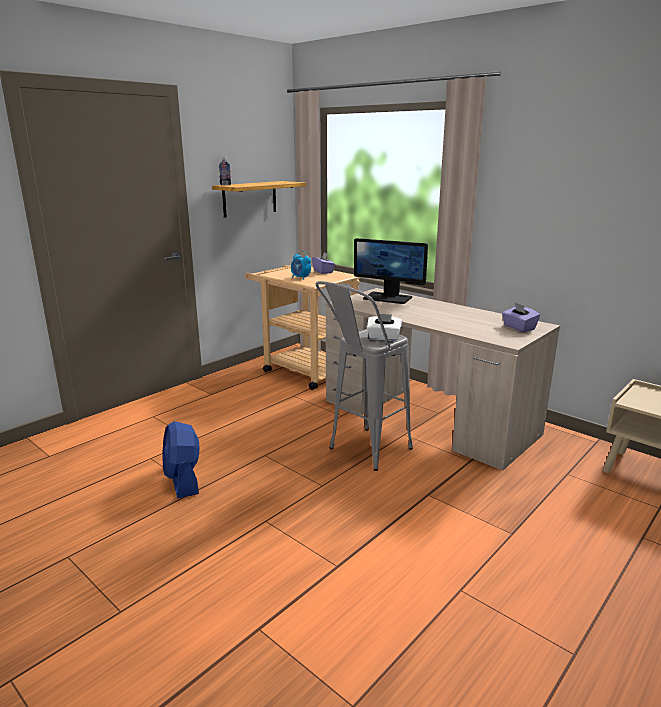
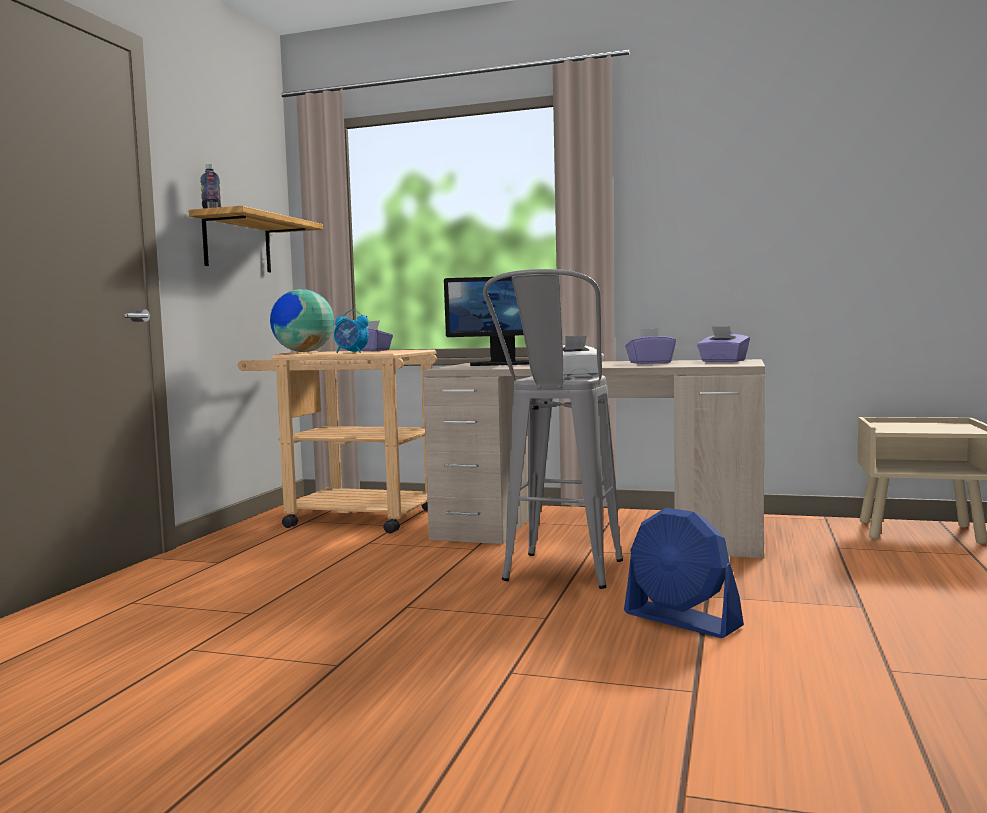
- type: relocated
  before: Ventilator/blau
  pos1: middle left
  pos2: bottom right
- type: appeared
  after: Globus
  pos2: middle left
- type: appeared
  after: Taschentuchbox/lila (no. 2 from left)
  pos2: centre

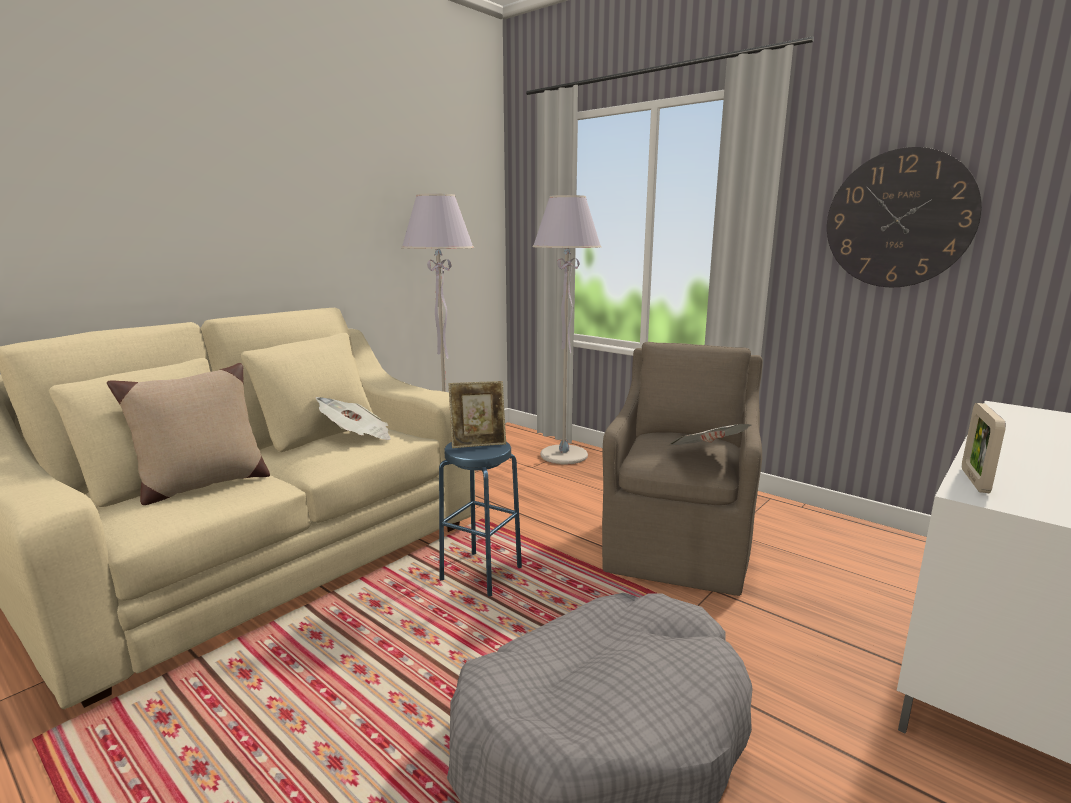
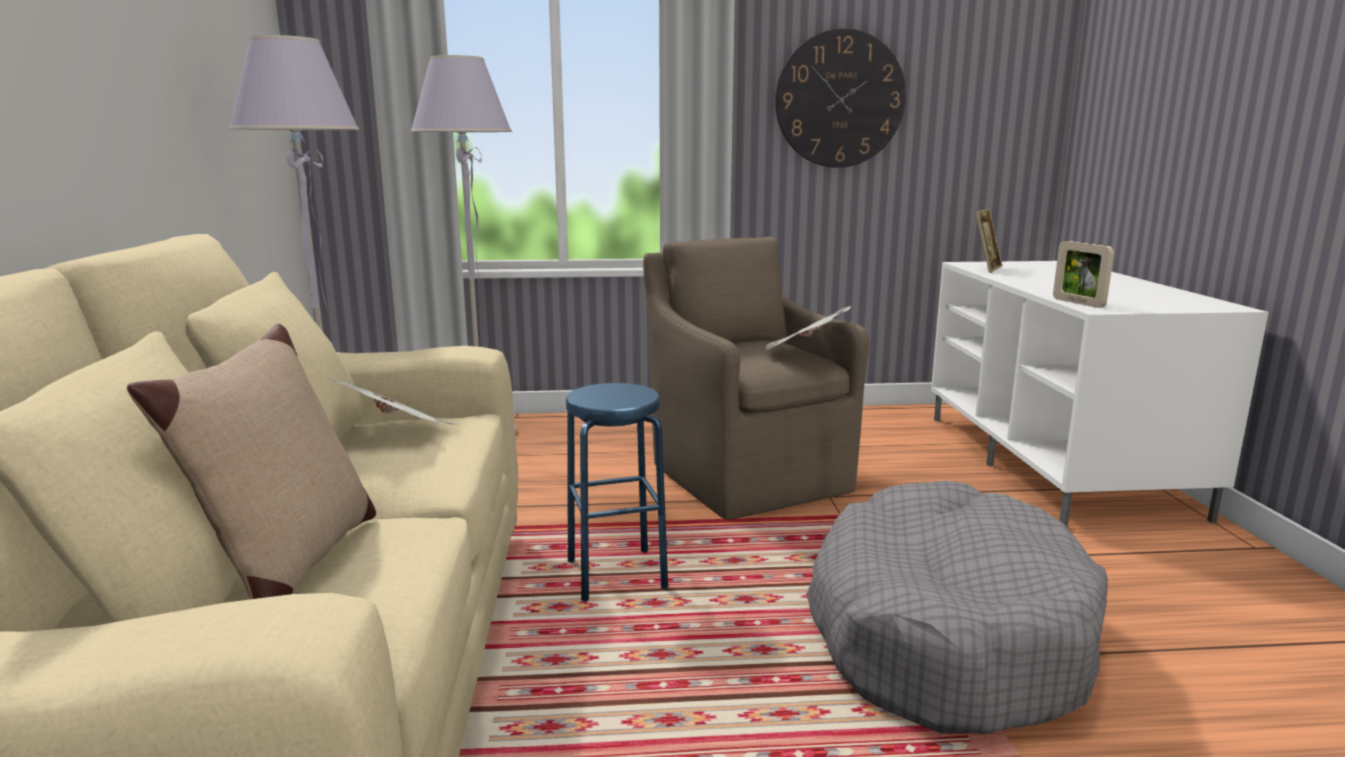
- type: relocated
  before: Bilderrahmen (no. 1 from left)
  pos1: centre
  pos2: top right

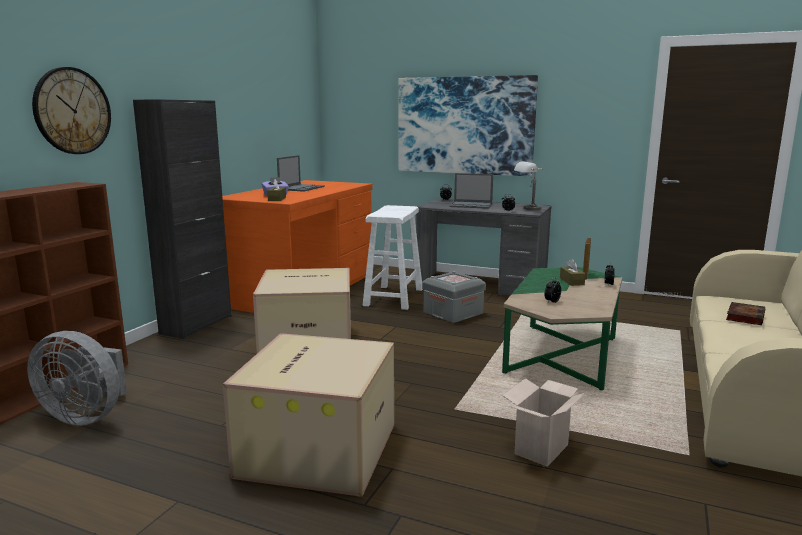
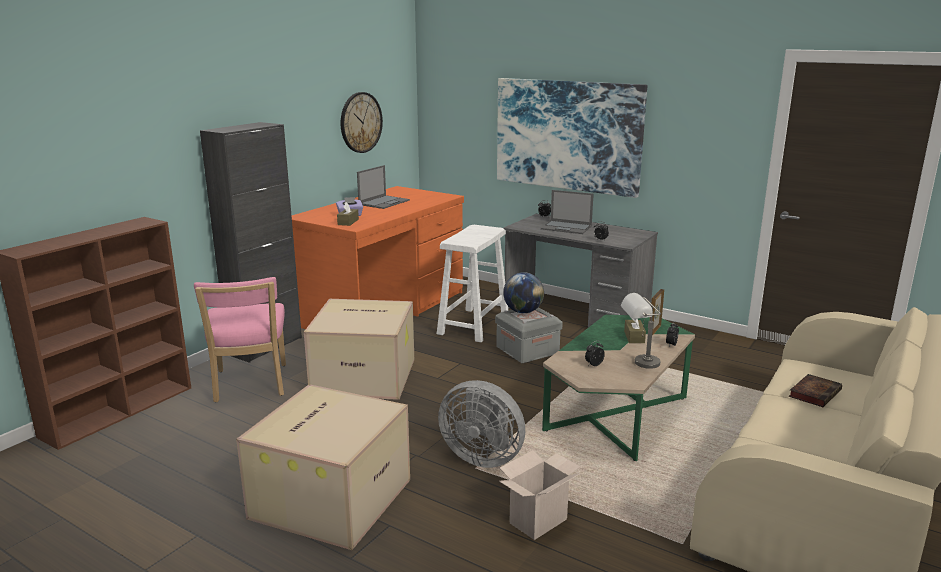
- type: relocated
  before: Ventilator/grau
  pos1: bottom left
  pos2: bottom centre
- type: relocated
  before: Wanduhr
  pos1: top left
  pos2: top centre
- type: relocated
  before: Tischlampe/grau
  pos1: centre
  pos2: middle right
- type: appeared
  after: Stuhl/rosa
  pos2: middle left
- type: appeared
  after: Globus
  pos2: centre

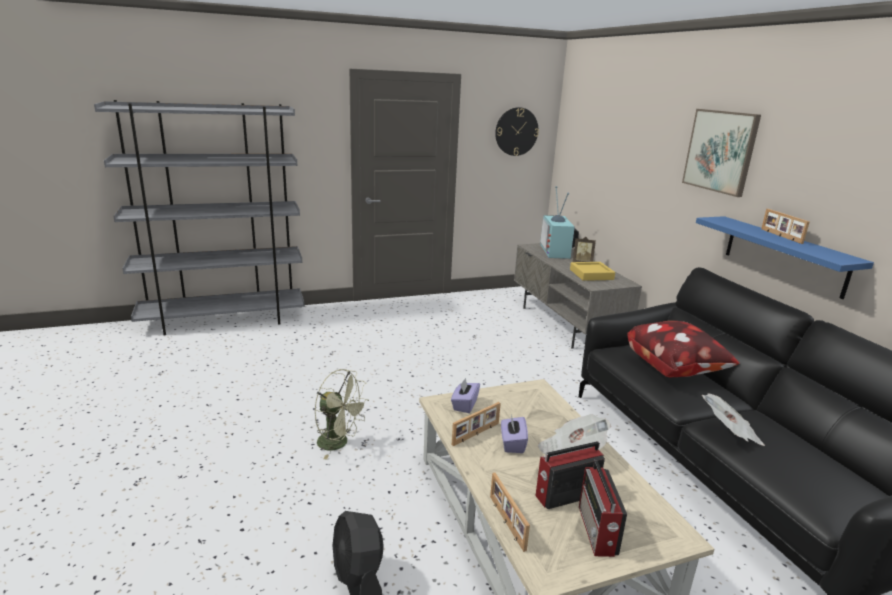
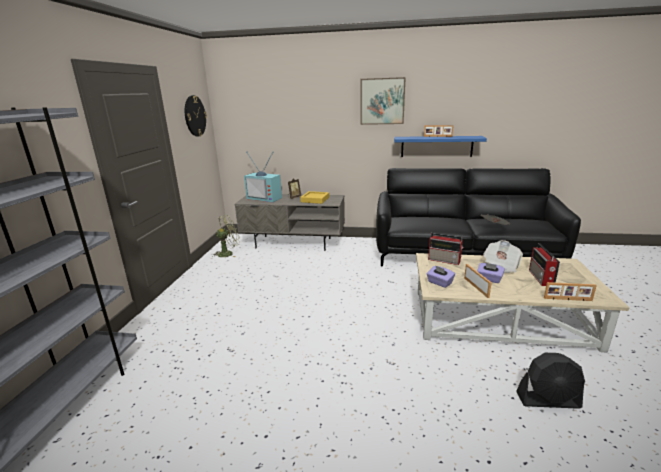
- type: relocated
  before: Ventilator/grün
  pos1: bottom centre
  pos2: centre
- type: relocated
  before: Radio (no. 2 from left in the first image)
  after: Radio (no. 1 from left)
  pos1: bottom right
  pos2: middle right
- type: missing
  before: Kissen
  pos1: middle right

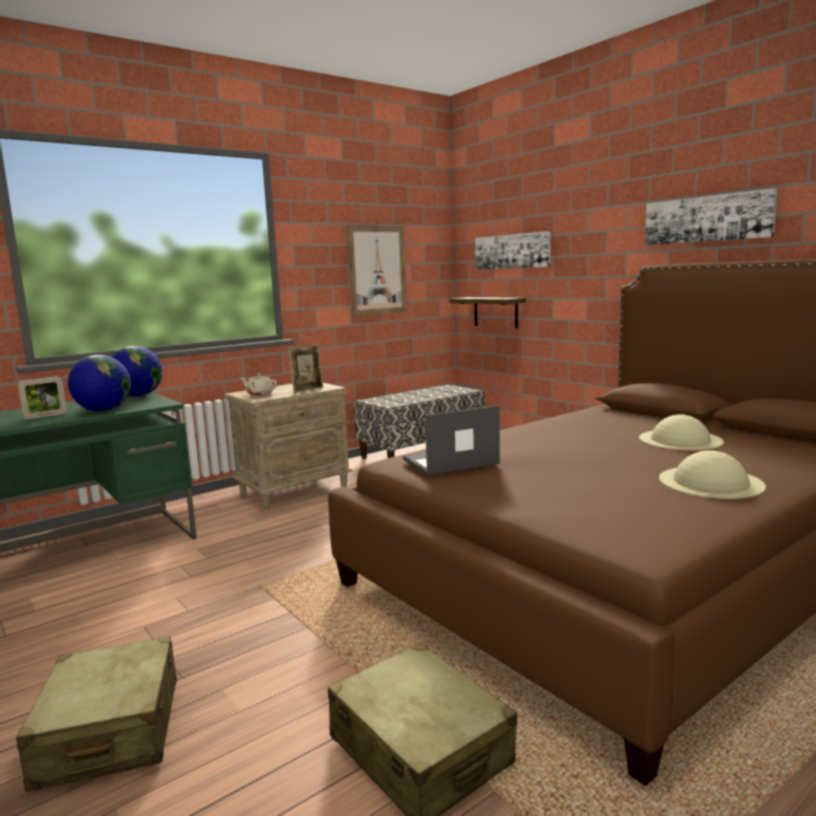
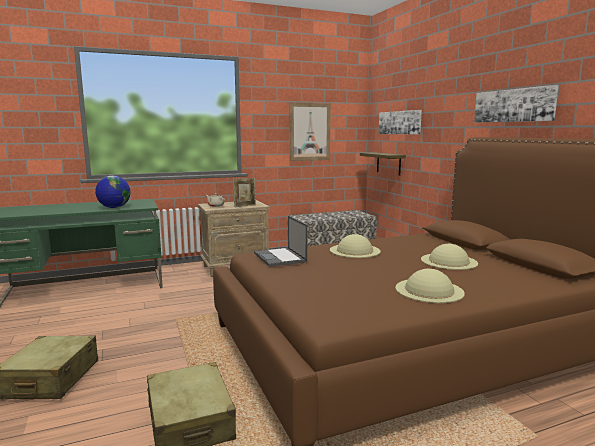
- type: missing
  before: Bilderrahmen (no. 1 from left)
  pos1: middle left
- type: missing
  before: Globus (no. 2 from left)
  pos1: middle left
- type: spun
  before: Laptop
  pos1: centre
  pos2: centre
  turn: -105
- type: appeared
  after: Hut/beige (no. 1 from left)
  pos2: centre

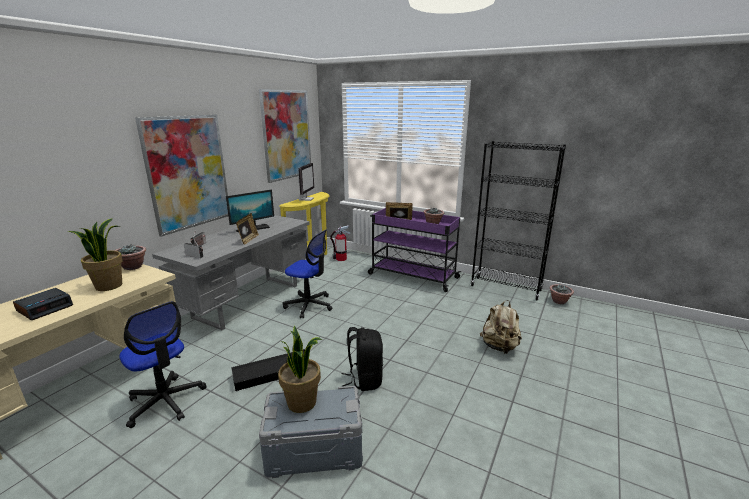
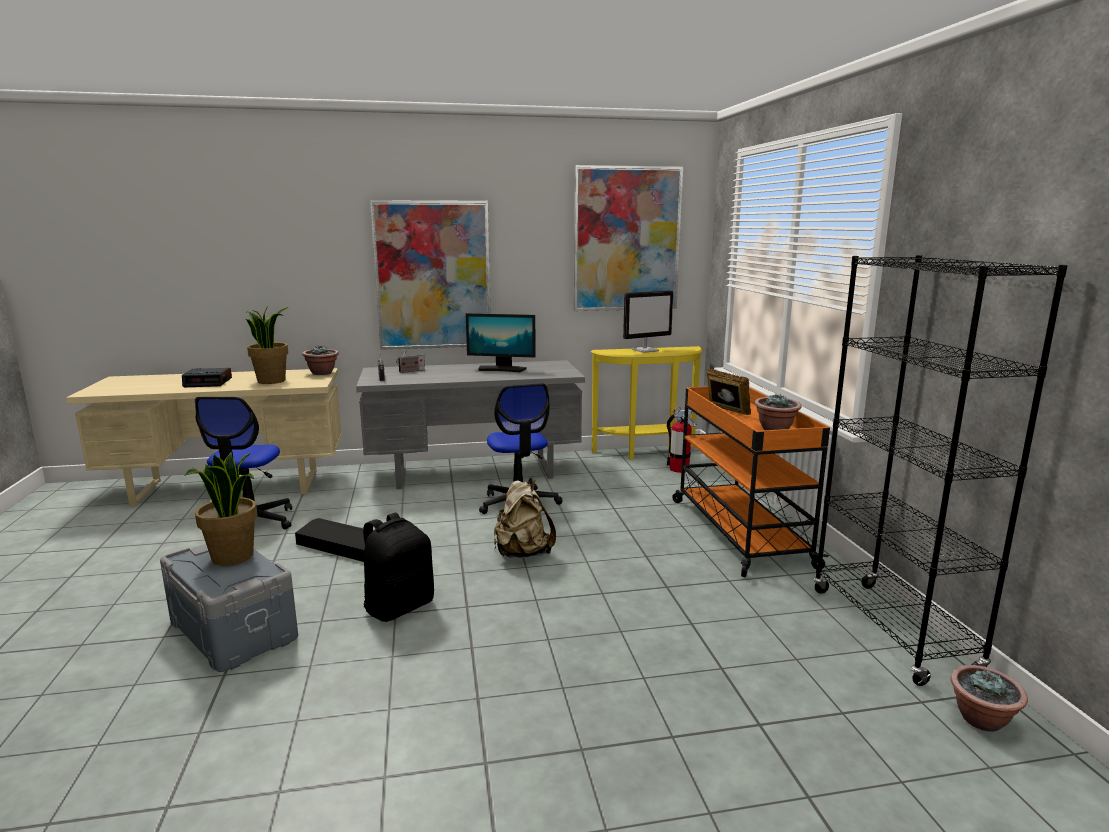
- type: missing
  before: Bilderrahmen (no. 1 from left)
  pos1: middle left
- type: colour
  before: Rollwagen/lila
  after: Rollwagen/orange
  pos1: centre
  pos2: middle right
- type: relocated
  before: Rucksack/beige
  pos1: middle right
  pos2: centre

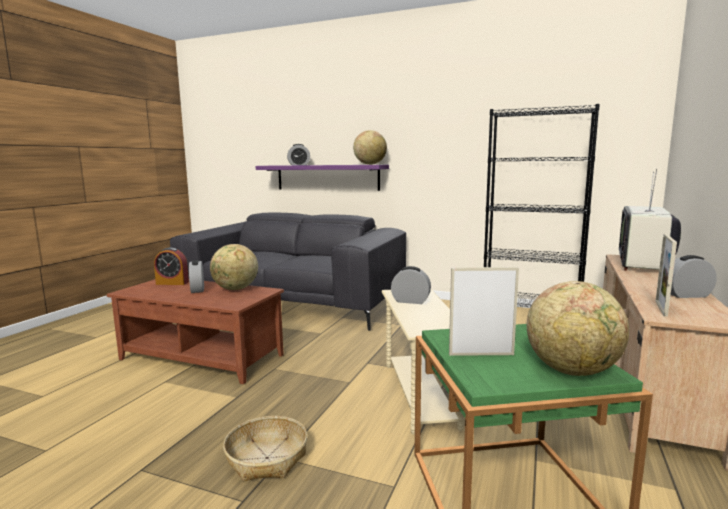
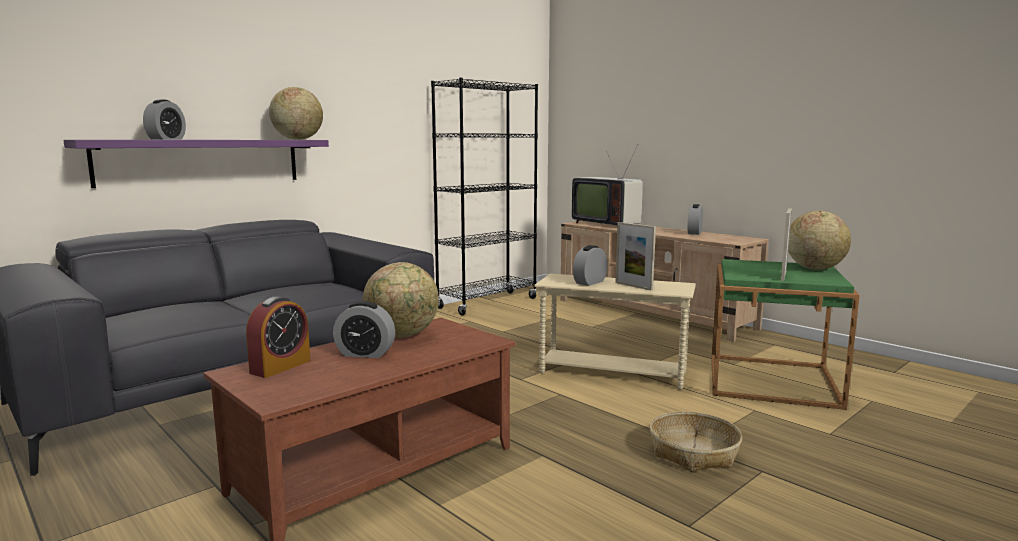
- type: relocated
  before: Bilderrahmen (no. 2 from left in the first image)
  after: Bilderrahmen (no. 1 from left)
  pos1: middle right
  pos2: centre

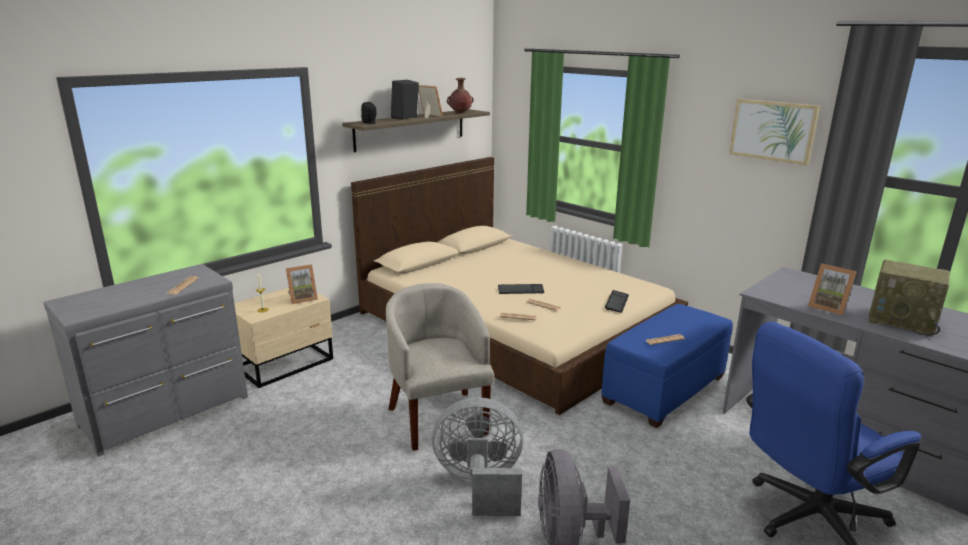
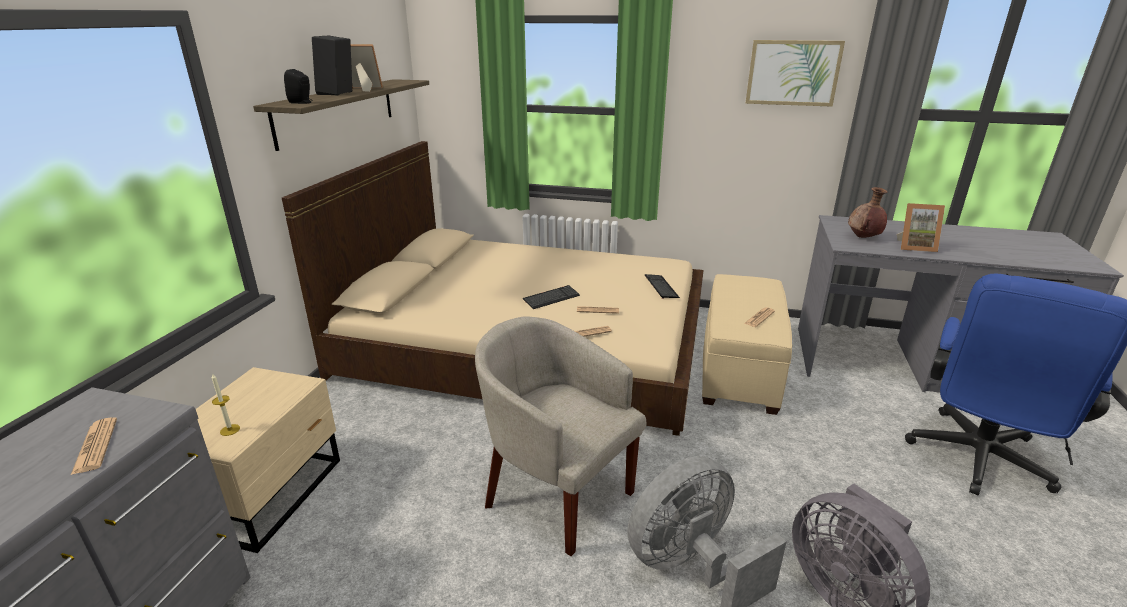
- type: missing
  before: Bilderrahmen (no. 1 from left)
  pos1: middle left
- type: relocated
  before: Vase/braun
  pos1: top centre
  pos2: middle right
- type: colour
  before: Polsterhocker/blau
  after: Polsterhocker/beige
  pos1: bottom right
  pos2: centre
- type: missing
  before: Radio
  pos1: middle right

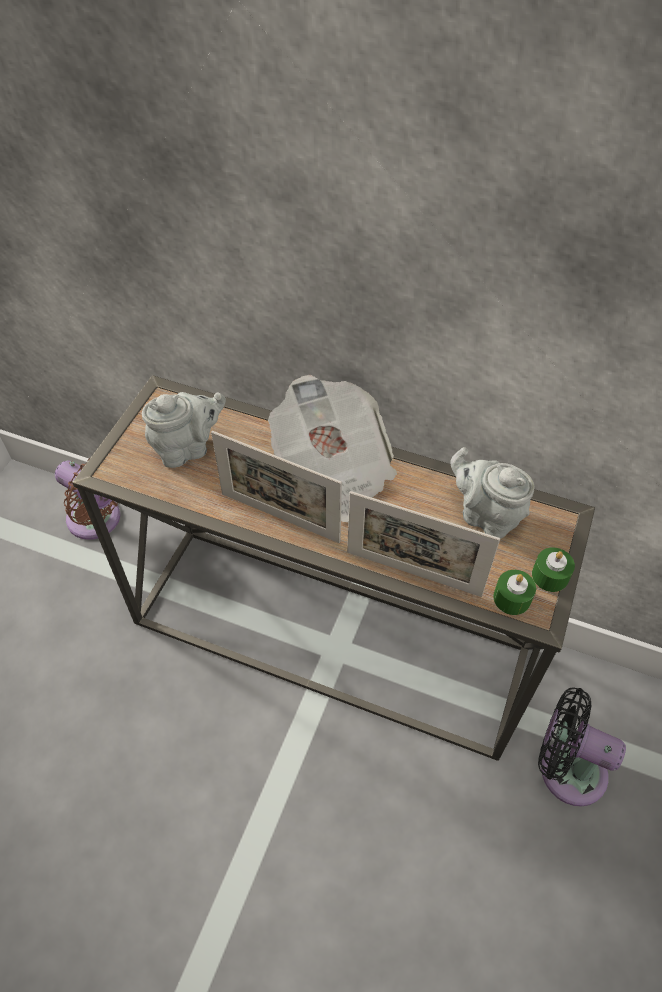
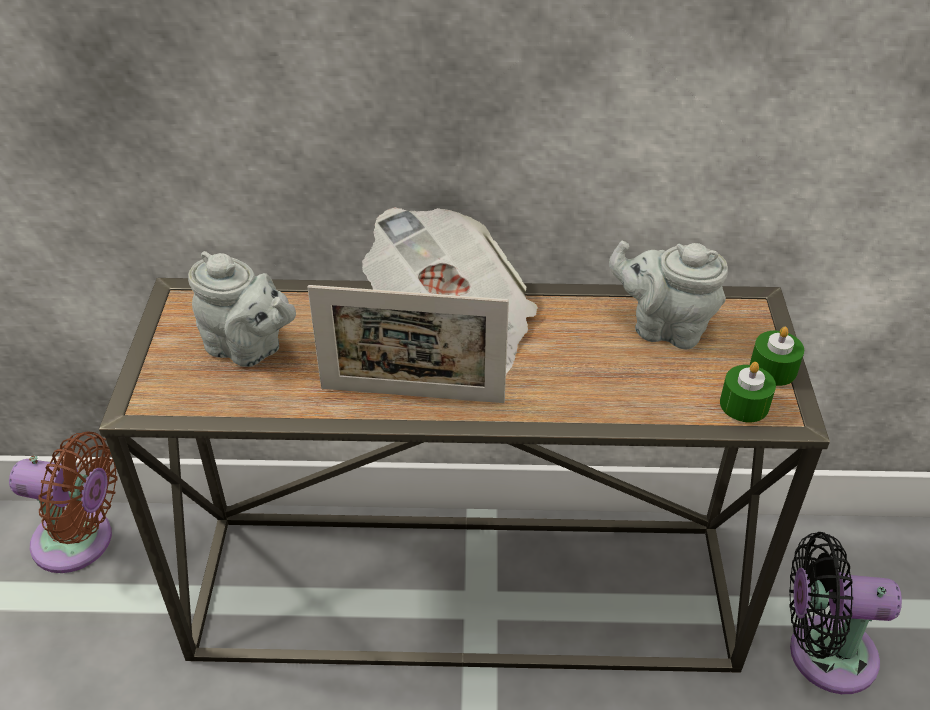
- type: spun
  before: Teekanne/grau (no. 1 from left)
  pos1: middle left
  pos2: middle left
  turn: 75
- type: missing
  before: Bilderrahmen (no. 2 from left)
  pos1: centre

